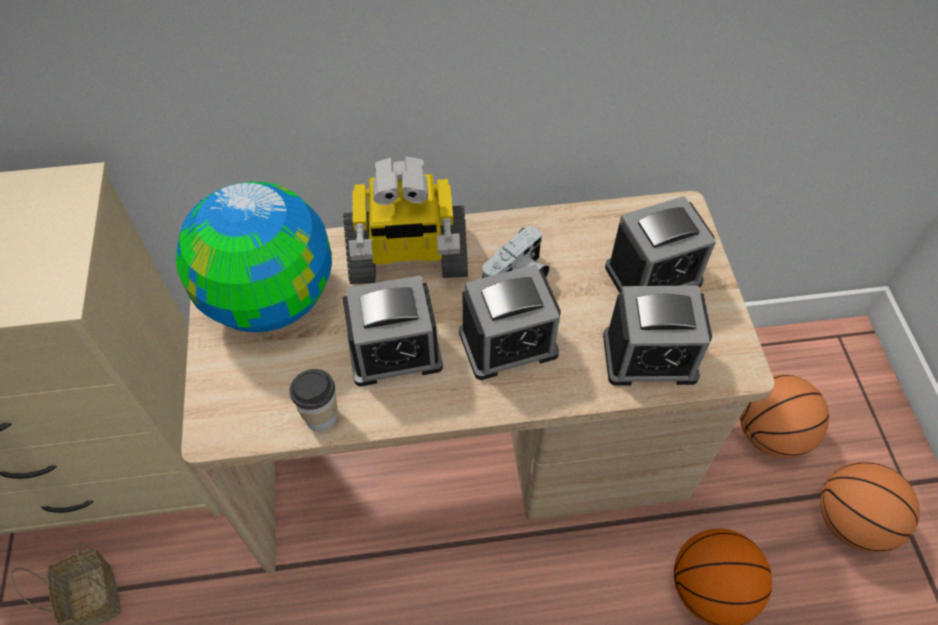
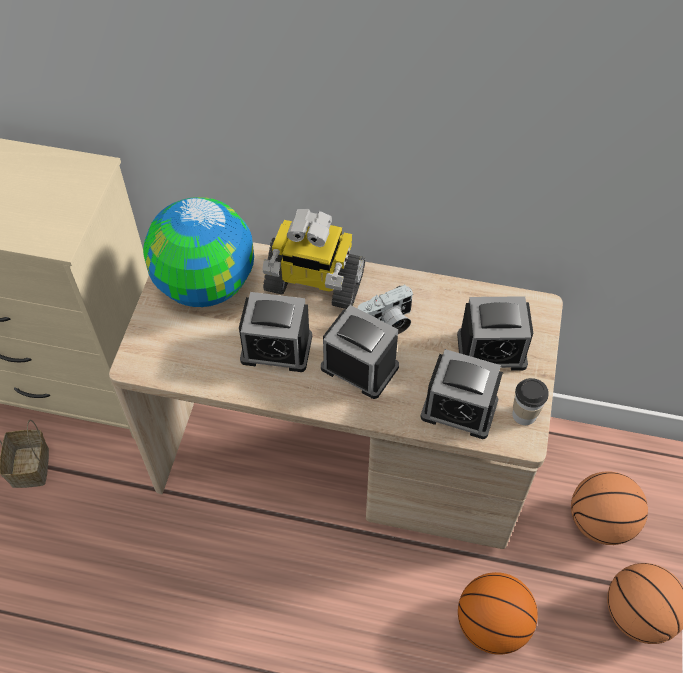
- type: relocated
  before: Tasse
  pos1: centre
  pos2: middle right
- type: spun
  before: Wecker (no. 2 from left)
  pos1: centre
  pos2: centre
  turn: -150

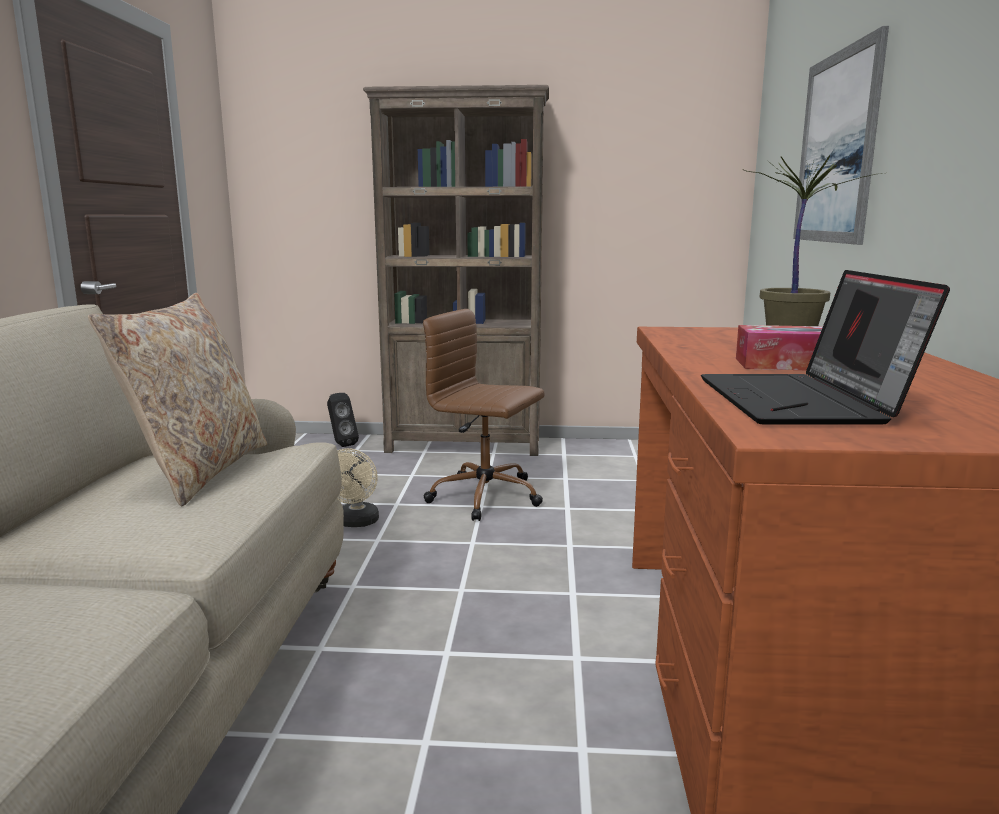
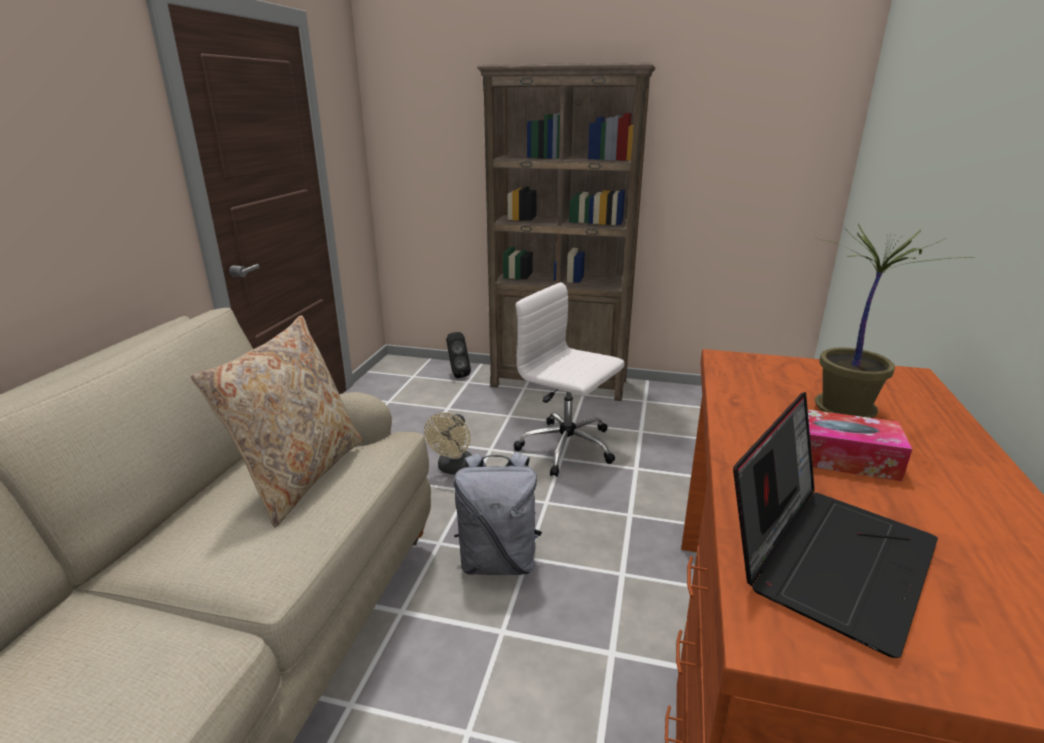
- type: colour
  before: Bürostuhl/braun
  after: Bürostuhl/weiß
  pos1: centre
  pos2: centre
- type: spun
  before: Laptop
  pos1: middle right
  pos2: bottom right
  turn: -150
- type: missing
  before: Bild
  pos1: top right
- type: appeared
  after: Rucksack/grau
  pos2: bottom centre

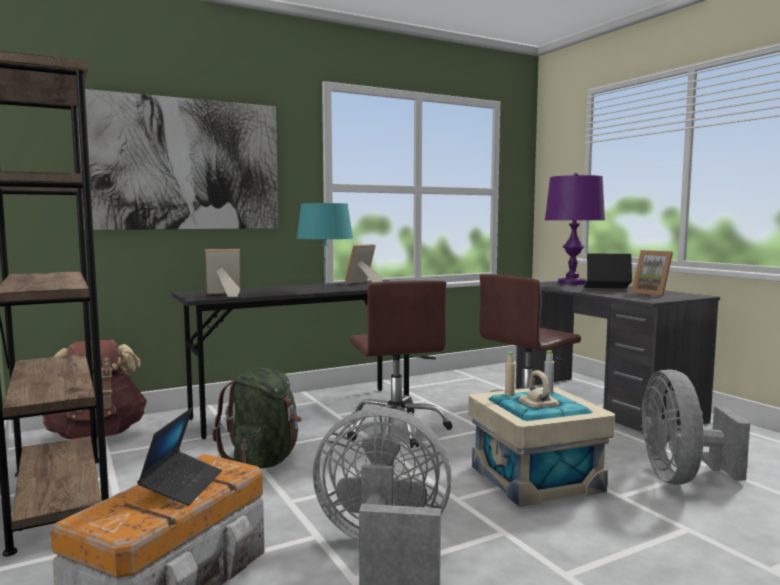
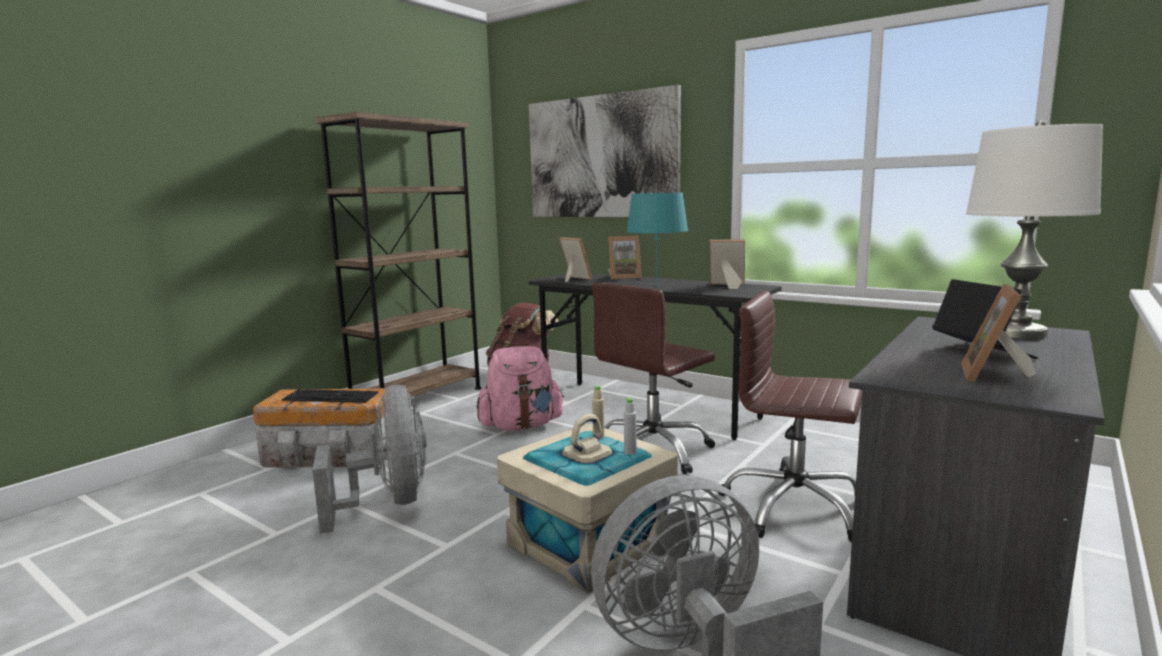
- type: exchanged
  before: Laptop (no. 1 from left)
  after: Tastatur
  pos1: bottom left
  pos2: middle left
- type: colour
  before: Rucksack/grün
  after: Rucksack/rosa
  pos1: bottom left
  pos2: centre
- type: colour
  before: Tischlampe/lila
  after: Tischlampe/weiß
  pos1: middle right
  pos2: middle right
- type: appeared
  after: Bilderrahmen (no. 2 from left)
  pos2: centre

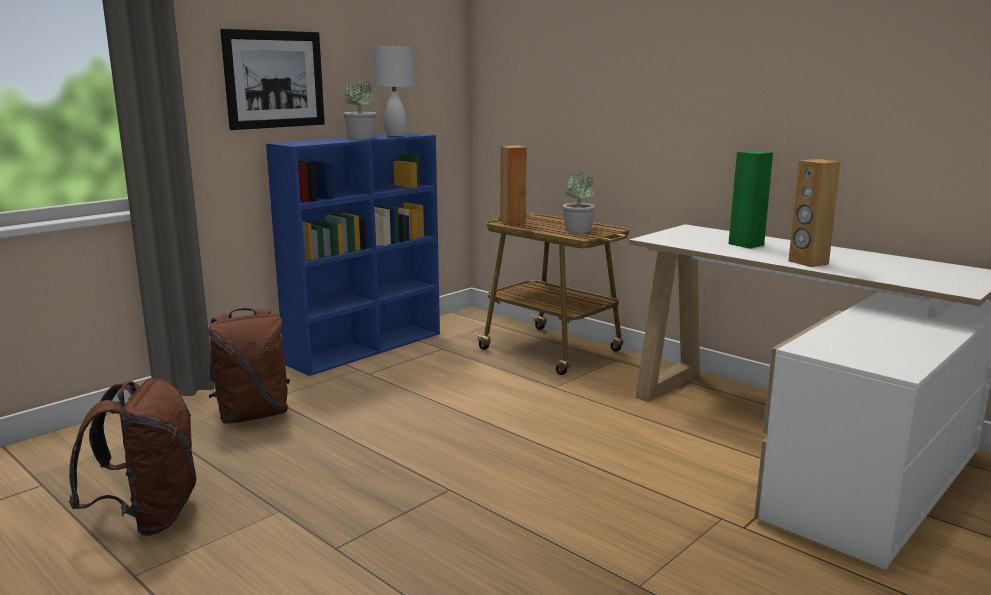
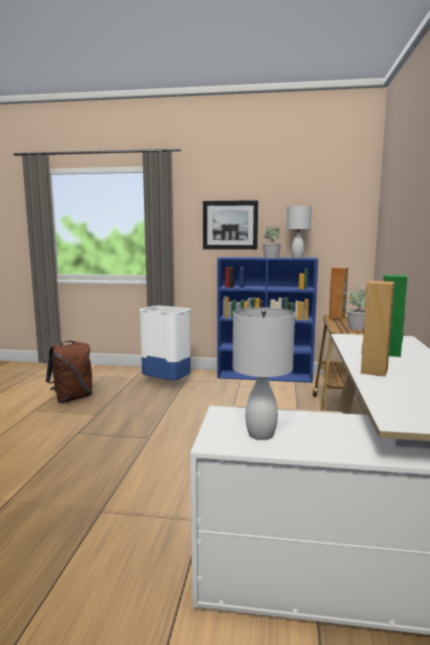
- type: exchanged
  before: Rucksack/braun (no. 2 from left)
  after: Mülleimer/weiß
  pos1: middle left
  pos2: centre
- type: appeared
  after: Tischlampe/weiß (no. 1 from left)
  pos2: centre

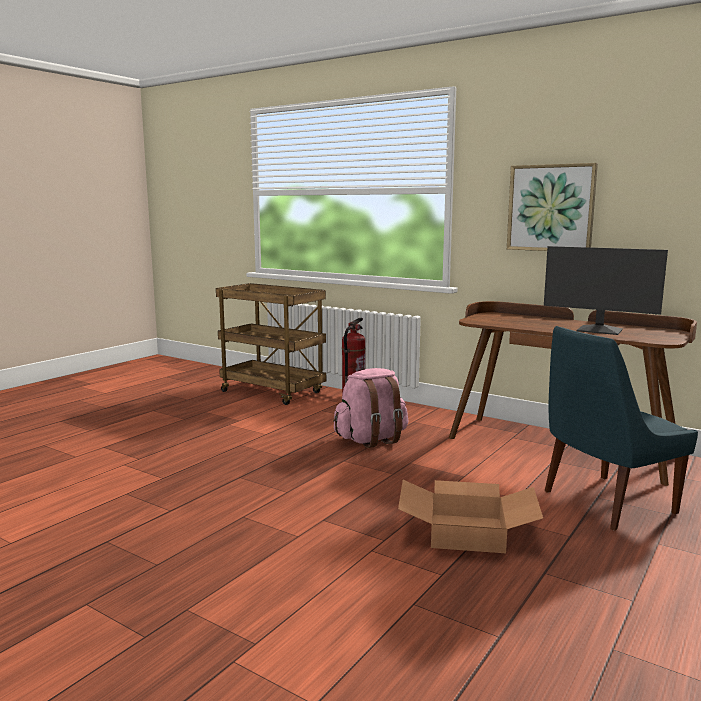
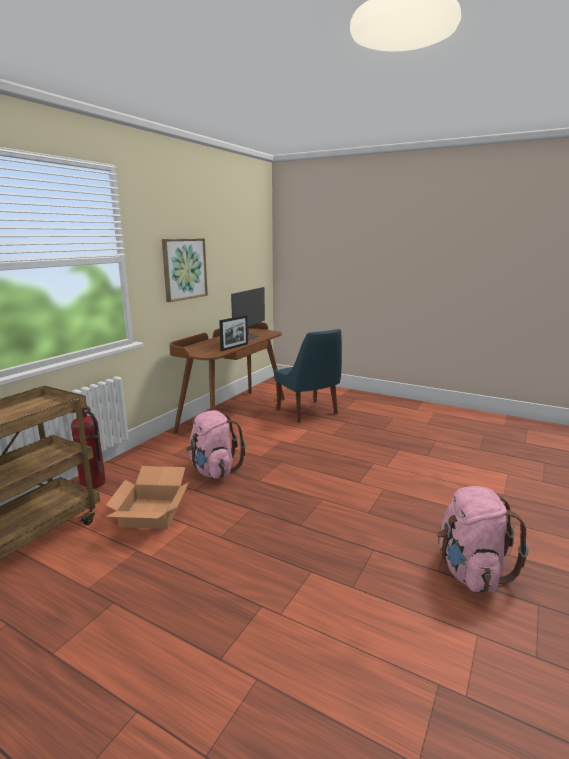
- type: relocated
  before: Karton
  pos1: bottom right
  pos2: middle left
- type: appeared
  after: Bilderrahmen
  pos2: centre
- type: appeared
  after: Rucksack/rosa (no. 2 from left)
  pos2: bottom right

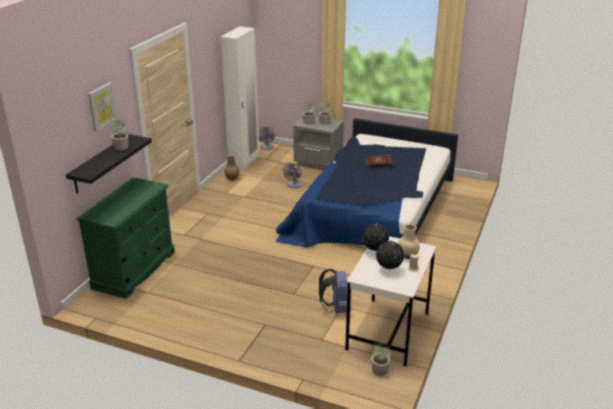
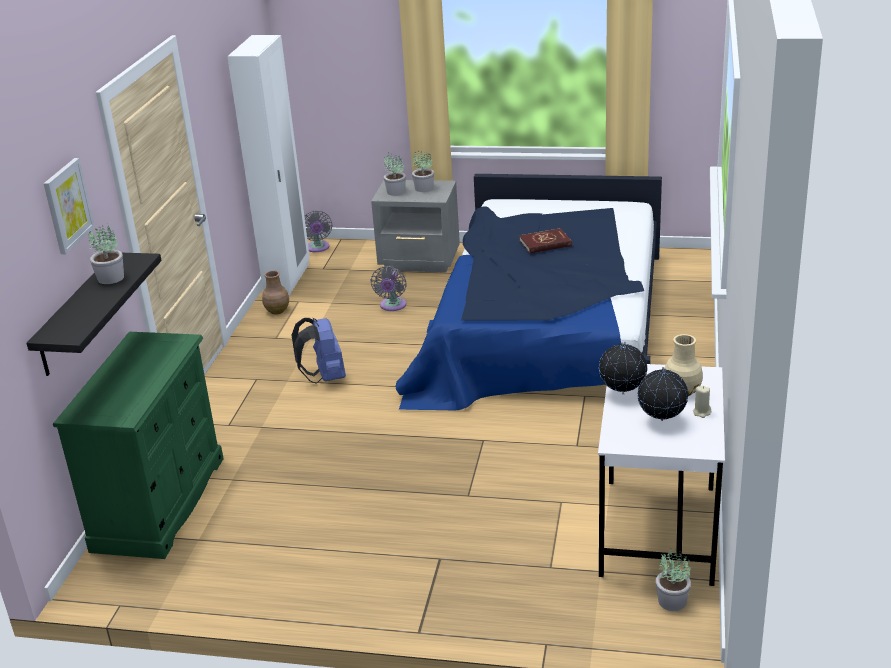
- type: relocated
  before: Rucksack/blau
  pos1: bottom centre
  pos2: centre

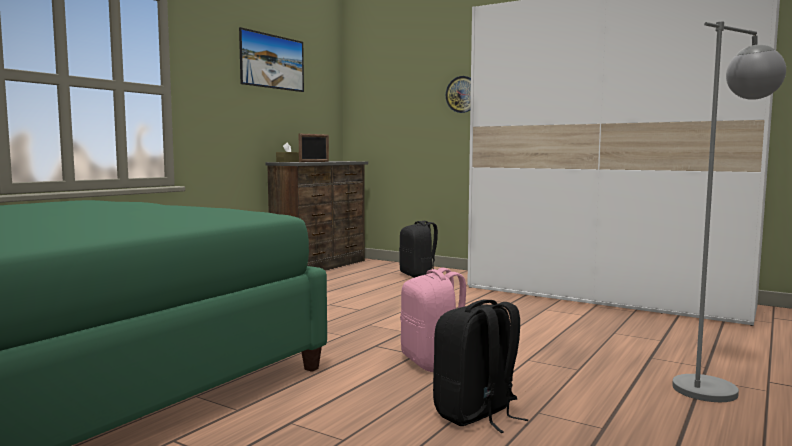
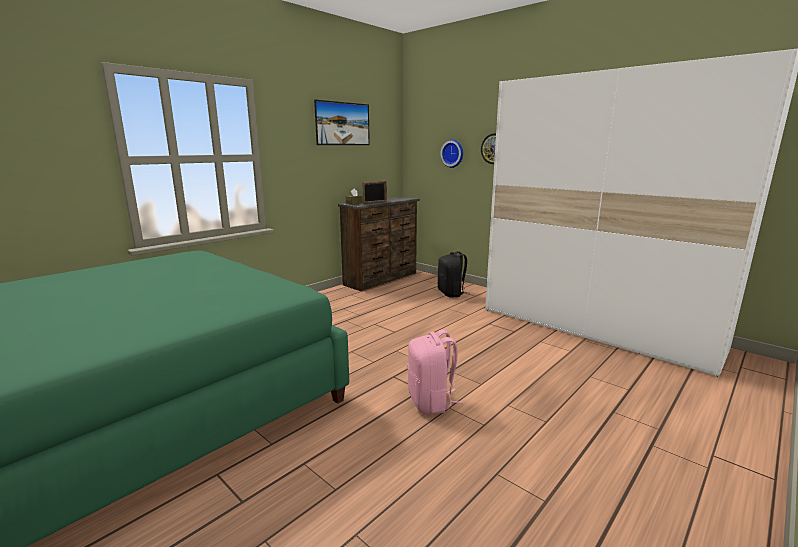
- type: missing
  before: Rucksack/schwarz (no. 2 from left)
  pos1: bottom centre
- type: missing
  before: Stehlampe/grau
  pos1: middle right
- type: appeared
  after: Wanduhr (no. 1 from left)
  pos2: top centre

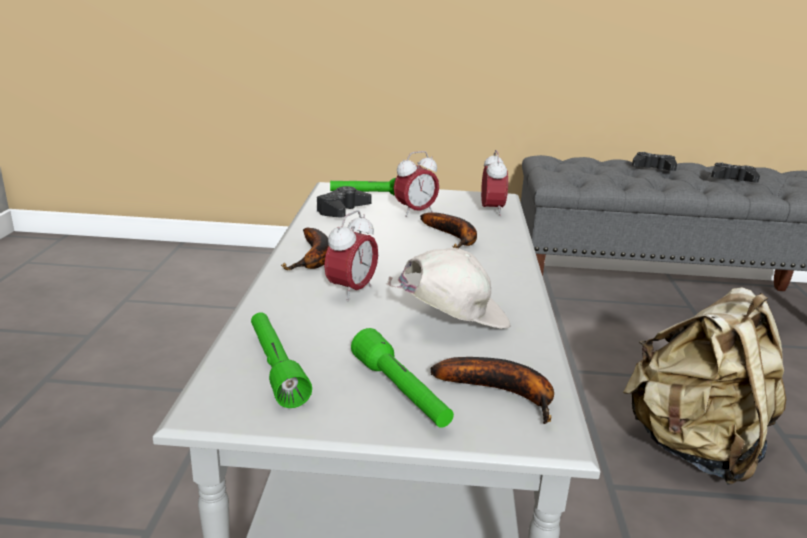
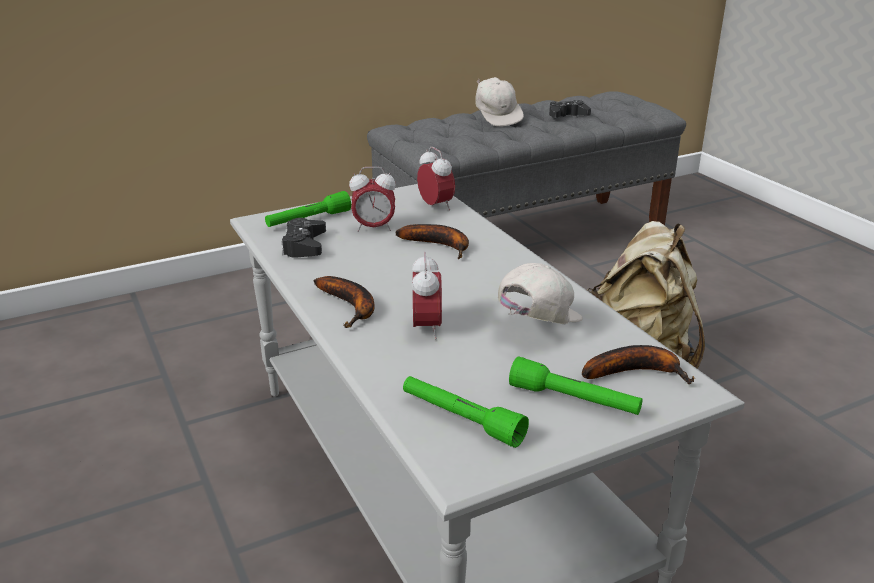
- type: spun
  before: Wecker (no. 2 from left in the first image)
  pos1: centre
  pos2: centre
  turn: 60
- type: exchanged
  before: Gamepad/schwarz (no. 2 from left)
  after: Kappe/weiß (no. 1 from left)
  pos1: top right
  pos2: top centre

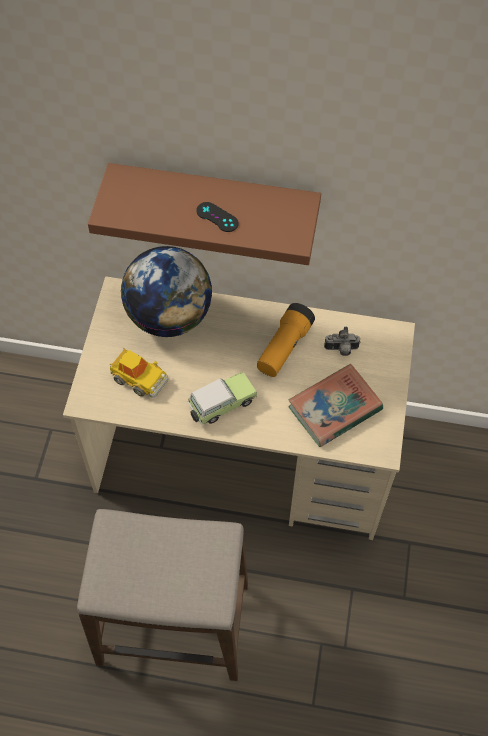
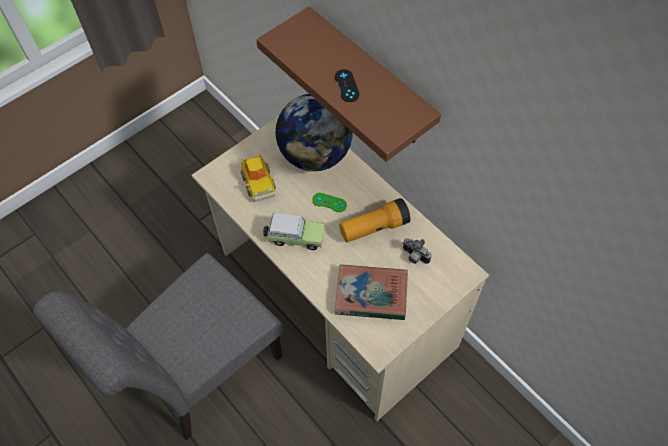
- type: exchanged
  before: Hocker
  after: Stuhl/grau
  pos1: bottom left
  pos2: bottom left
- type: appeared
  after: Gamepad/grün
  pos2: centre

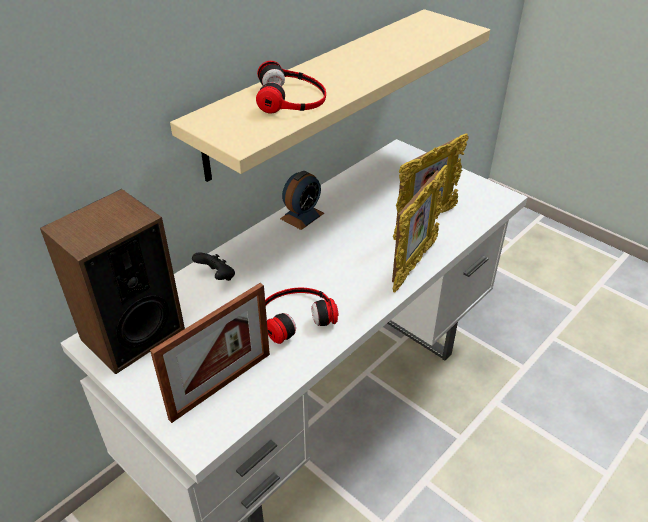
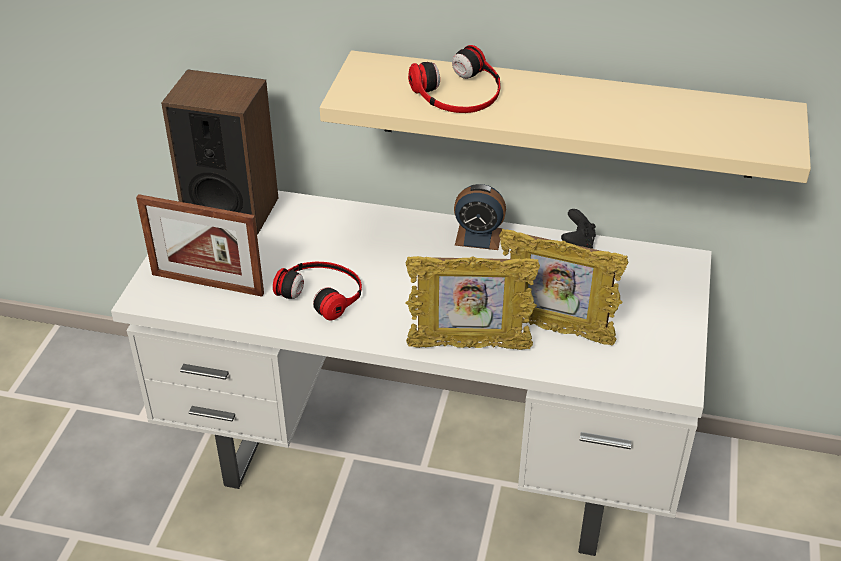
- type: relocated
  before: Gamepad/schwarz
  pos1: middle left
  pos2: middle right

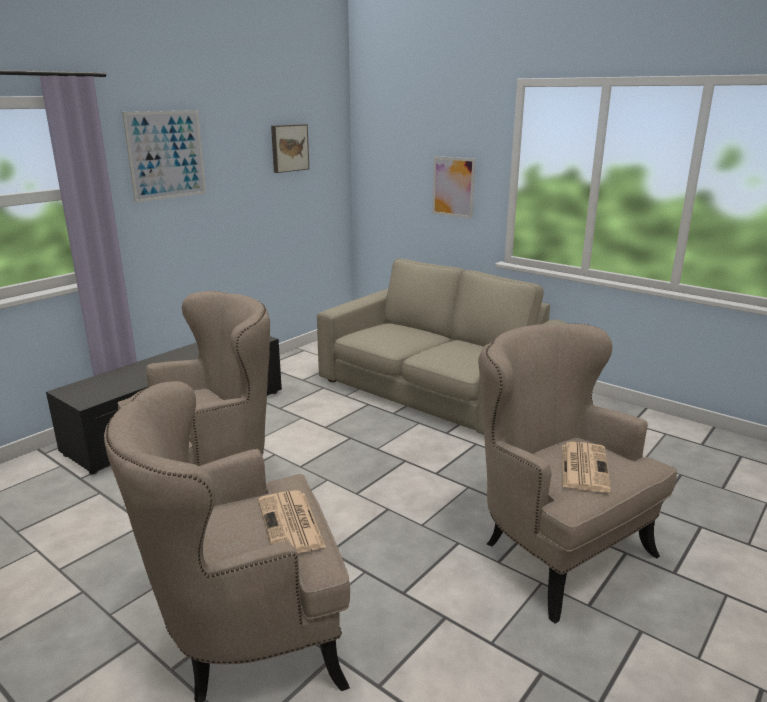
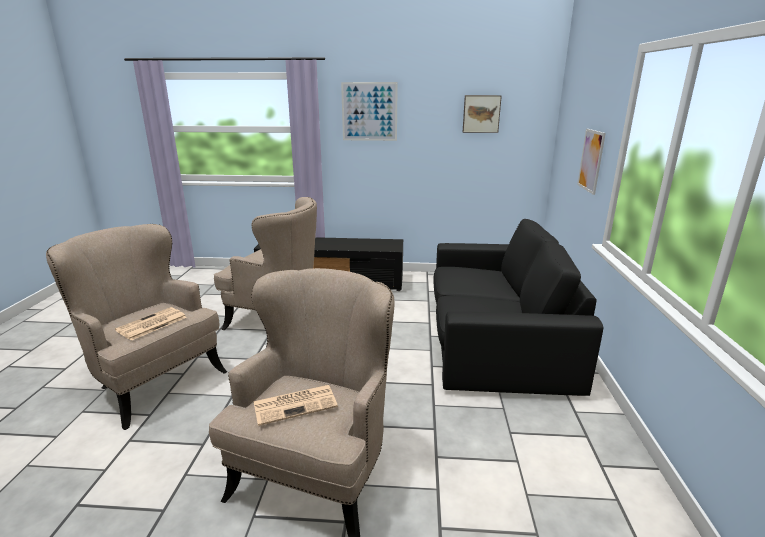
- type: colour
  before: Sofa/beige
  after: Sofa/schwarz
  pos1: centre
  pos2: middle right

